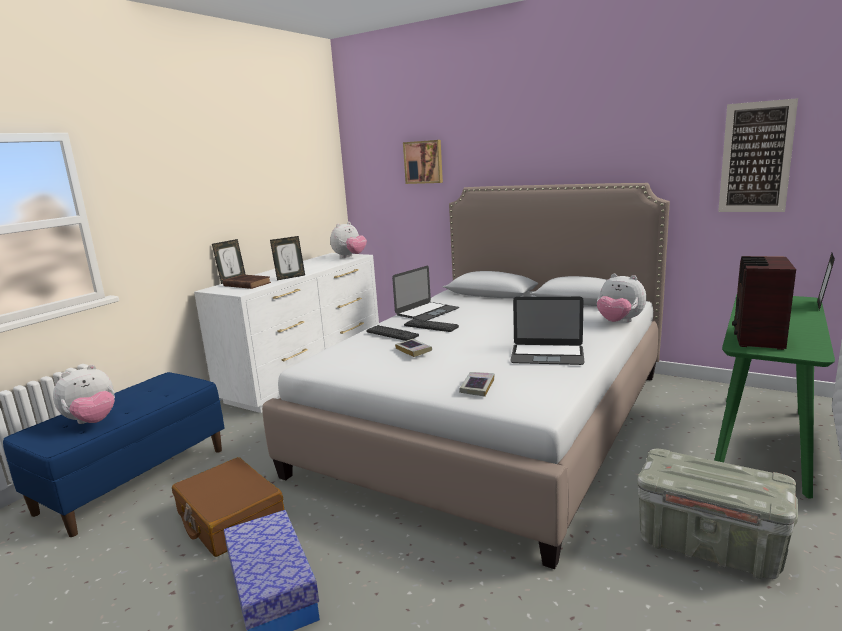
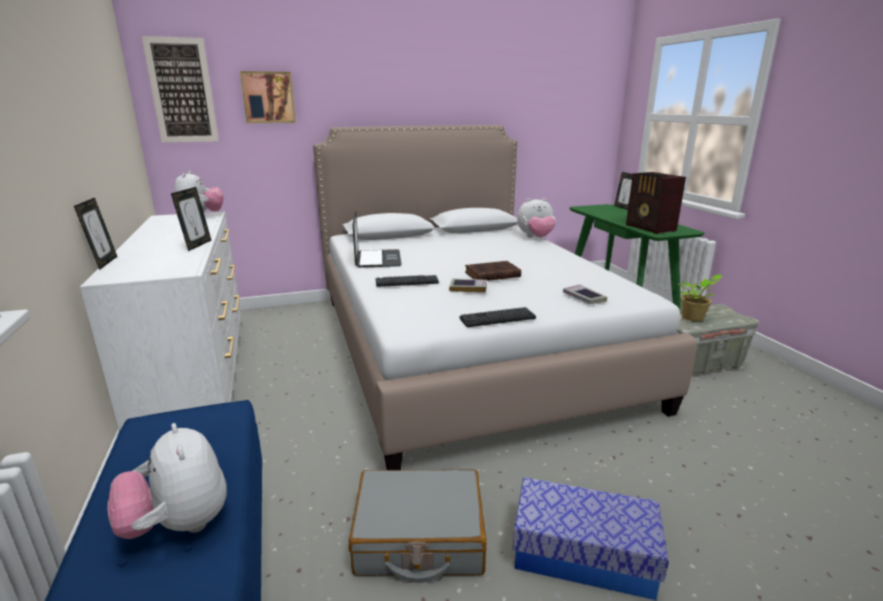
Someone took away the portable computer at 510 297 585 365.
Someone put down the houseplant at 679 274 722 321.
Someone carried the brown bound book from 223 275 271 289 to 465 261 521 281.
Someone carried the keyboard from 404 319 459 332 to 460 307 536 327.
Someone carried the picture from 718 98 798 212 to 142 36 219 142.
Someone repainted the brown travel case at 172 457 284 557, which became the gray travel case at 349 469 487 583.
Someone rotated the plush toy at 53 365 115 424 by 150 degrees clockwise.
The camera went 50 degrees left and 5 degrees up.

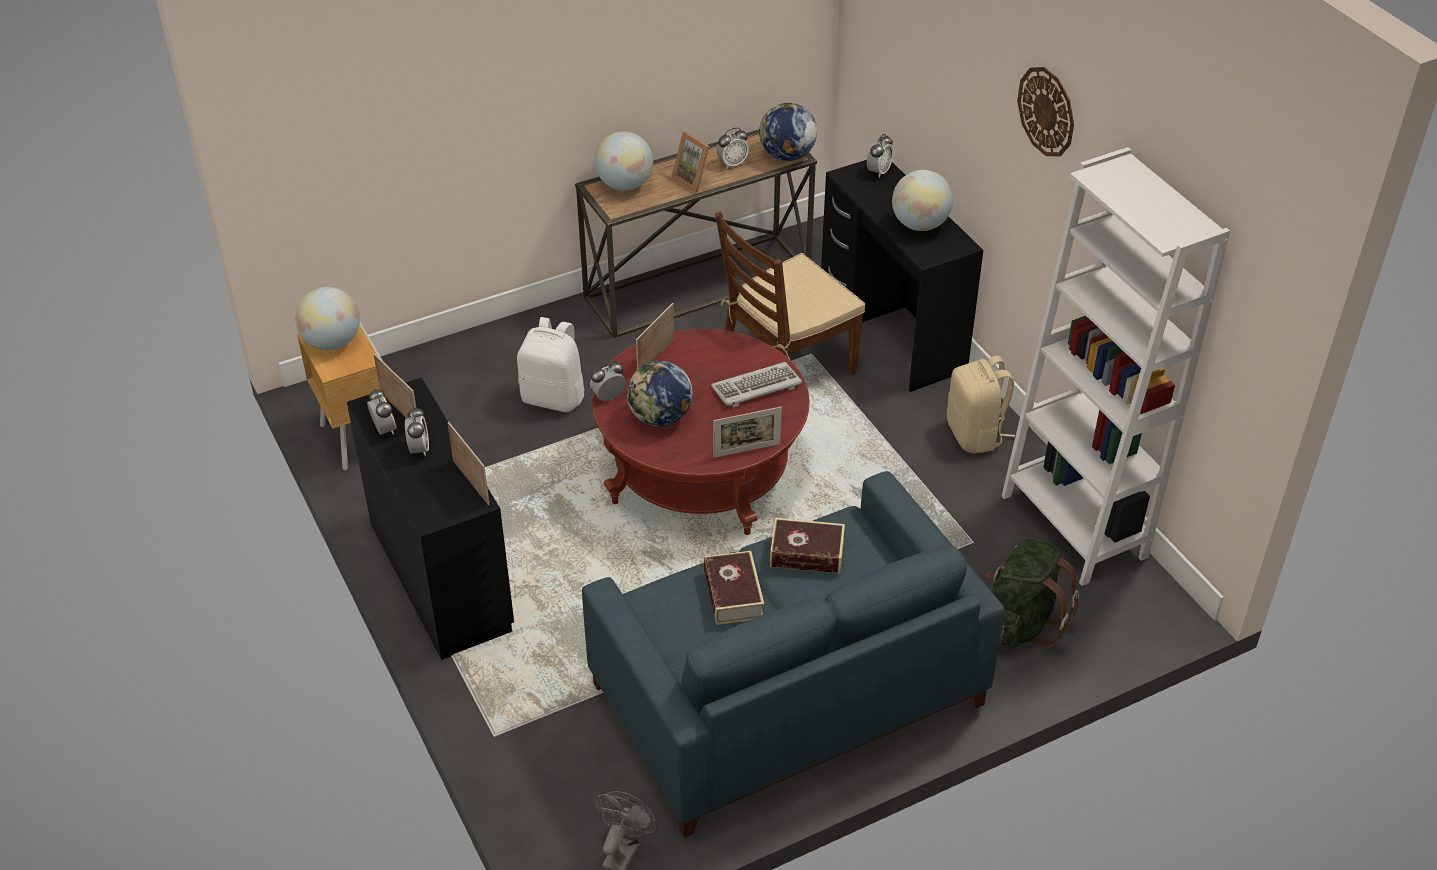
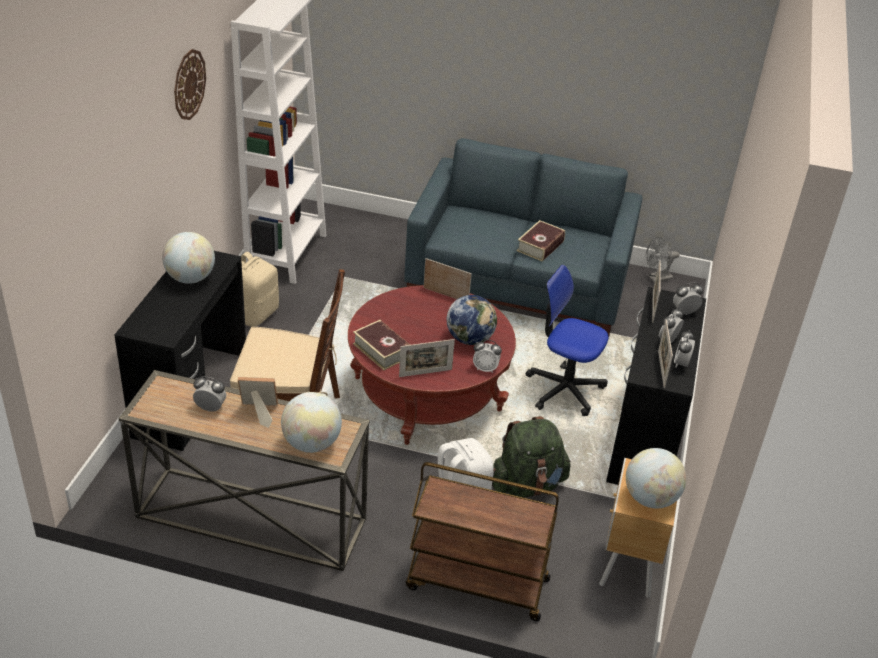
Someone took away the keyboard at 711 362 802 408.
Someone took away the desk globe at 759 103 817 161.
Someone put down the brown trolley at 406 462 559 621.
Someone put down the desk chair at 526 265 609 416.
Someone carried the bound book from 770 518 845 574 to 353 320 410 371.
Someone carried the alarm clock from 867 134 893 178 to 673 283 703 315.
Someone carried the greenish rucksack from 986 538 1079 648 to 492 416 571 498.
Someone rotated the standing frame at 671 131 710 193 by 90 degrees counterclockwise.
The camera went 140 degrees left and 5 degrees down.

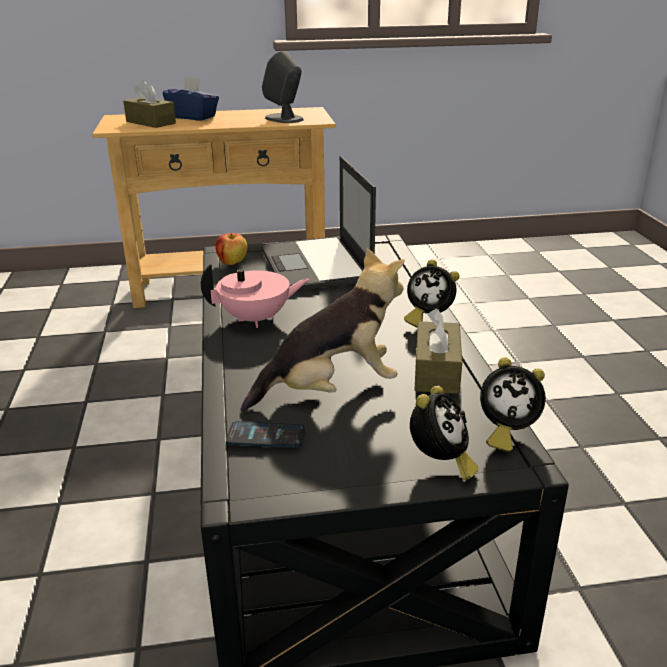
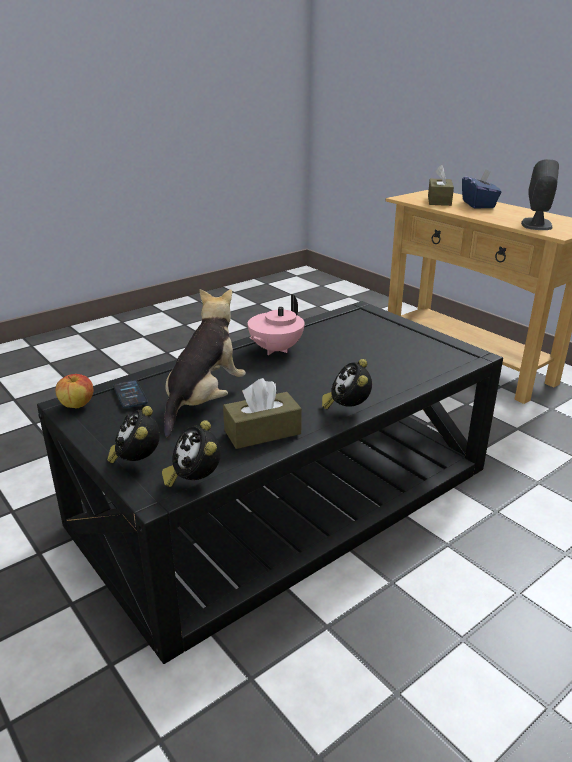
Someone took away the portable computer at 261 156 376 290.
Someone carried the apple fruit from 215 233 247 265 to 56 374 94 408.
Someone rotated the pinkish pot for tea at 201 264 309 328 by 75 degrees clockwise.
Someone rotated the plush toy at 240 248 405 412 by 105 degrees counterclockwise.
Someone rotated the alarm clock at 410 386 478 480 by 90 degrees clockwise.
The camera went 60 degrees right and 0 degrees up.

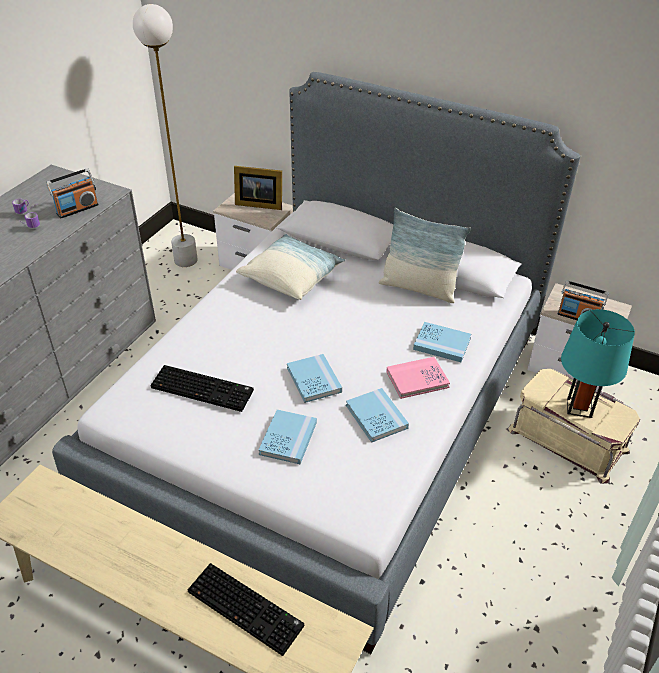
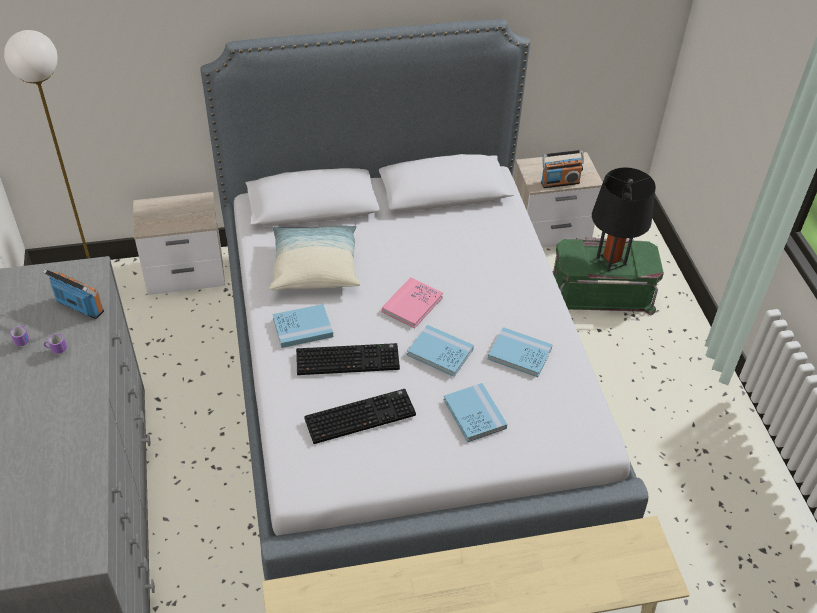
Someone took away the standing frame at 234 166 282 210.
Someone took away the pillow at 378 208 471 303.
Someone carried the keyboard from 188 563 304 656 to 296 343 400 375.
Someone carried the pinkish bound book from 386 357 450 399 to 382 277 443 329.
Someone carried the blue bound book from 413 322 471 362 to 273 304 333 348.
Someone repainted the beige-coloured storage box at 509 369 640 484, which became the greenish storage box at 553 237 664 315.
Someone repainted the turquoise-coloured lamp for a table at 561 309 635 418, which became the black lamp for a table at 592 167 656 271.
Someone rotated the radio at 46 168 99 218 by 75 degrees counterclockwise.
The camera went 40 degrees left and 5 degrees up.

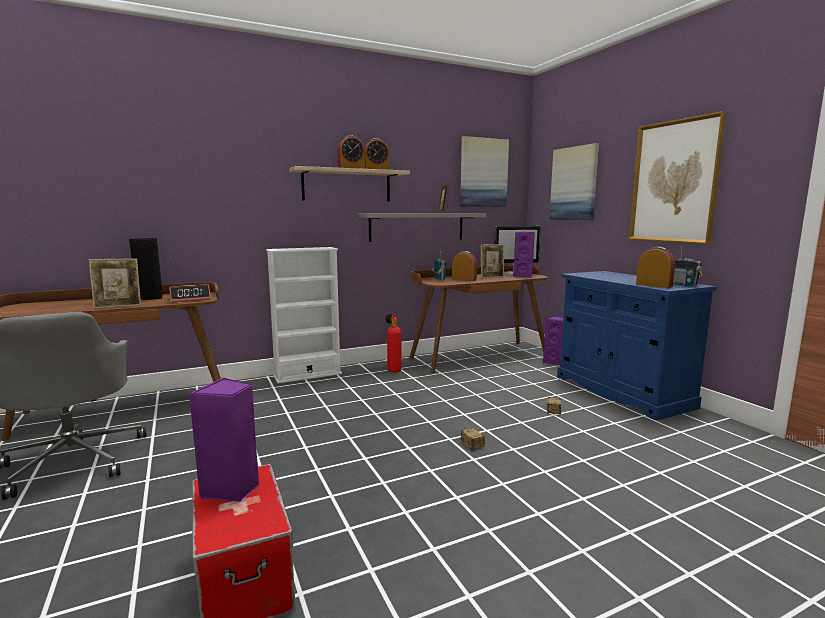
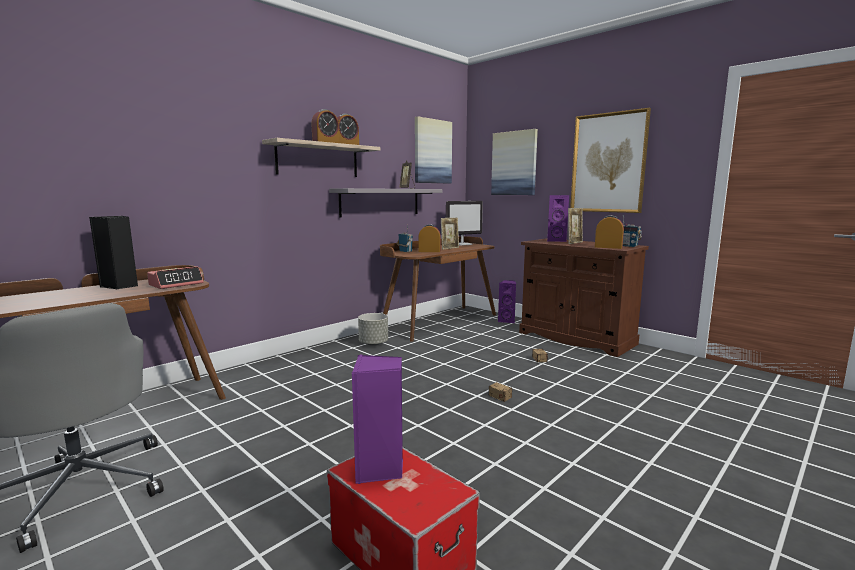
Someone took away the white shelving unit at 266 247 342 384.
Someone carried the standing frame from 89 258 141 309 to 568 208 583 244.
Someone carried the purplish loudspeaker from 513 232 535 278 to 547 195 569 242.
Someone swapped the fire-fighting cylinder at 385 314 402 373 for the gray planter at 358 313 388 346.
Someone repainted the blue storage cabinet at 557 271 716 420, which became the brown storage cabinet at 519 238 649 357.
The camera went 20 degrees left and 0 degrees up.

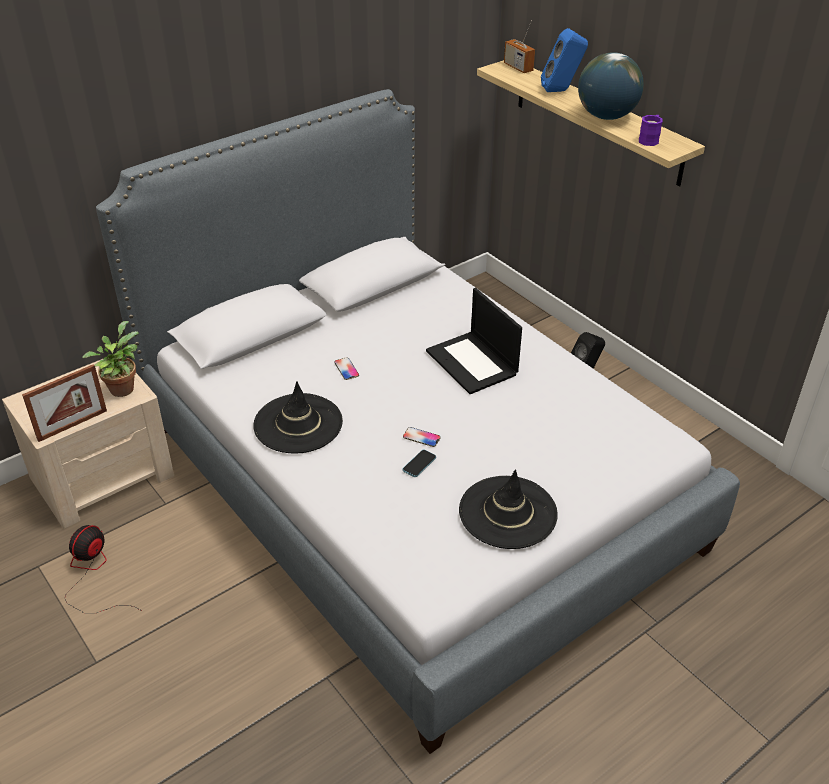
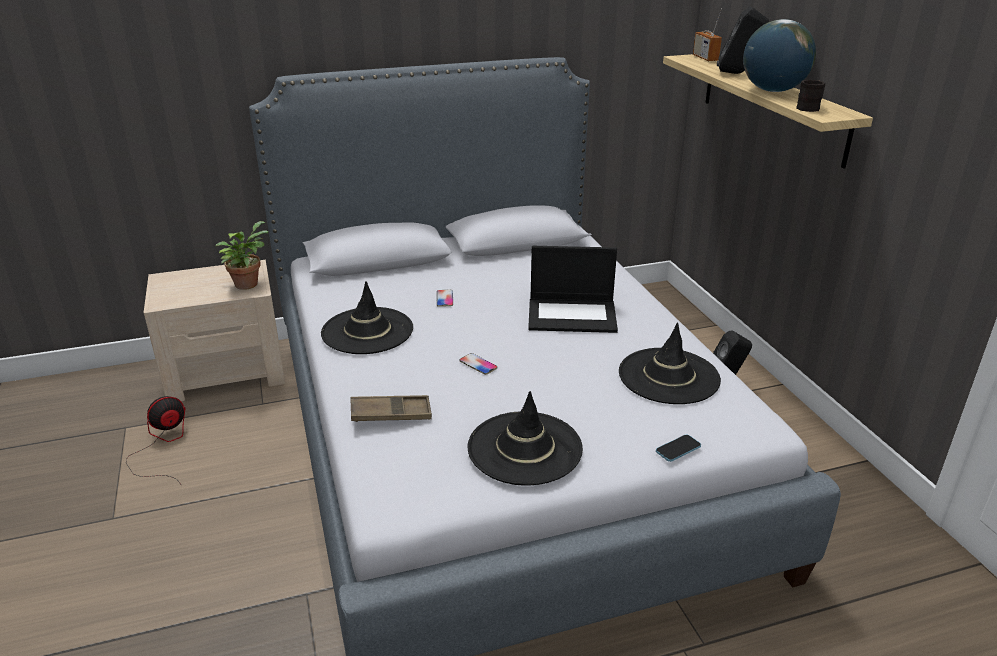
Someone took away the standing frame at 22 364 107 442.
Someone put down the brown serving tray at 350 395 432 422.
Someone put down the black wearable hat at 619 322 721 404.
Someone carried the telephone from 403 450 436 477 to 656 434 701 462.
Someone repainted the blue loudspeaker at 541 28 588 92, which became the black loudspeaker at 717 7 769 74.
Someone repainted the purplish coffee mug at 639 115 663 146, which became the black coffee mug at 796 80 825 112.
Someone rotated the portable computer at 426 288 522 394 by 75 degrees counterclockwise.
The camera went 20 degrees right and 10 degrees down.

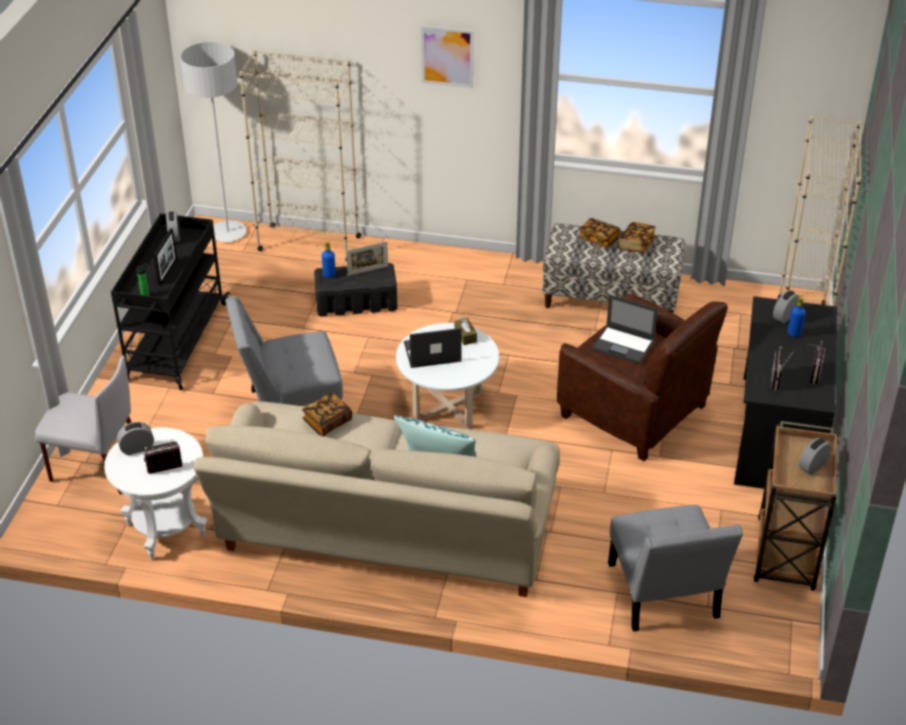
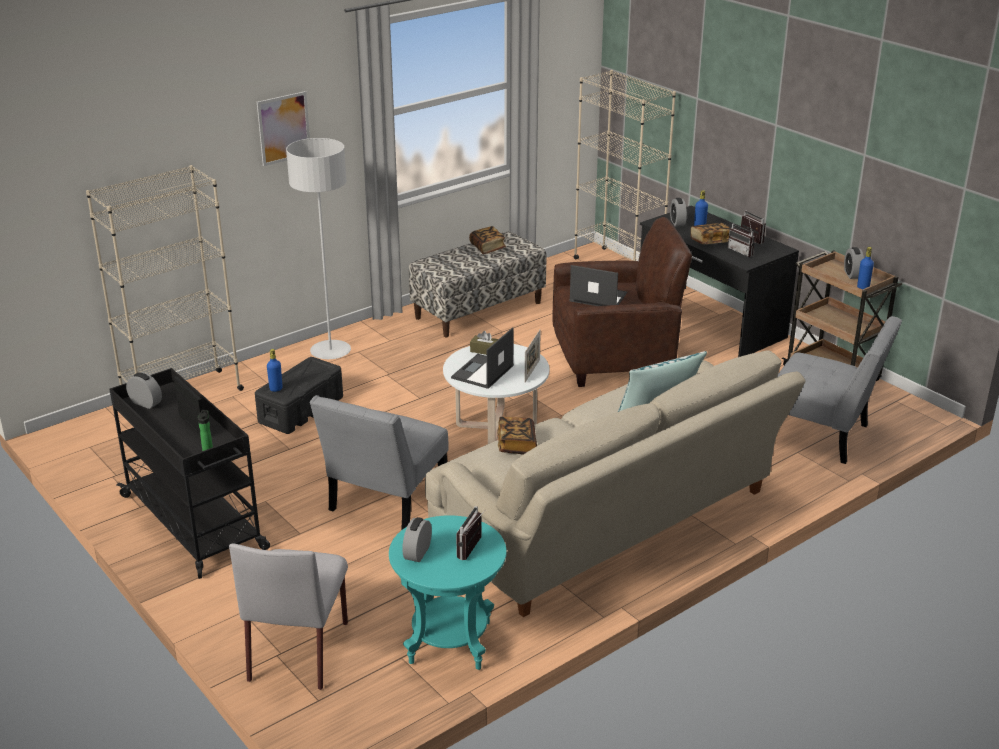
Someone put down the blue bottle at 857 247 874 289.
Someone carried the gray standing lamp from 180 42 247 242 to 286 138 351 359.
Someone carried the standing frame from 346 241 388 276 to 525 330 541 383.
Someone carried the bound book from 578 218 620 248 to 691 223 731 244.
Someone repainted the white end table at 104 427 207 560, which became the turquoise-coloured end table at 389 515 507 670.
Someone rotated the gray plain chair at 35 356 132 494 by 135 degrees clockwise.
Someone rotated the portable computer at 592 295 658 364 by 135 degrees counterclockwise.
The camera went 50 degrees left and 10 degrees down.

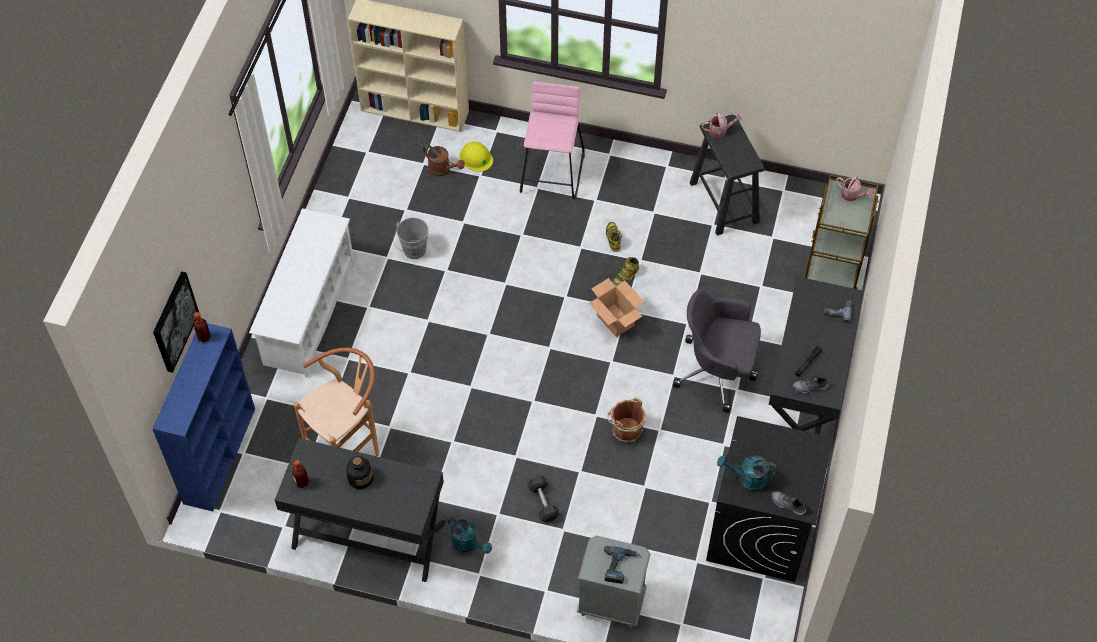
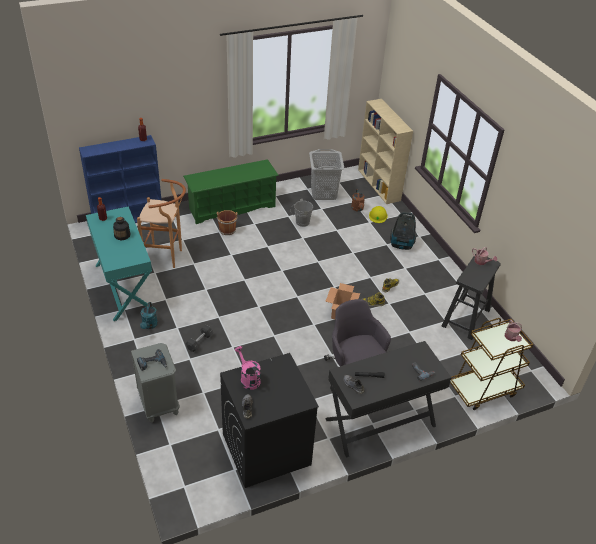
Someone took away the picture at 153 271 199 373.
Someone put down the gray laundry basket at 309 149 345 200.
Someone carried the brown water bucket from 607 397 646 443 to 217 210 238 235.
Someone swapped the pinkish sitting stool at 520 82 585 199 for the vacuum at 390 212 417 250.
Someone repainted the white shoe shelf at 249 208 354 377, which became the greenish shoe shelf at 183 159 279 224.
Someone repainted the black desk table at 275 438 446 582, which became the turquoise-coloured desk table at 86 206 157 321.
Someone repainted the turquoise-coloured sprinkling can at 717 456 777 492, which became the pinkish sprinkling can at 235 346 261 390.
The camera went 50 degrees right and 15 degrees down.

